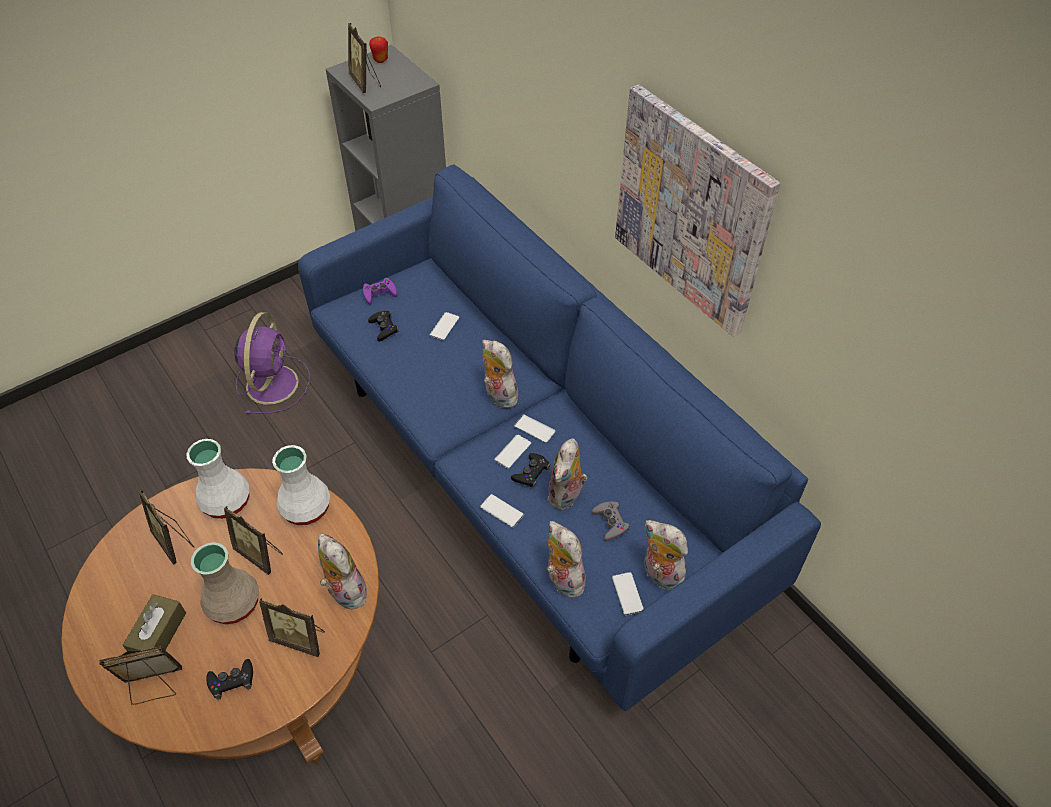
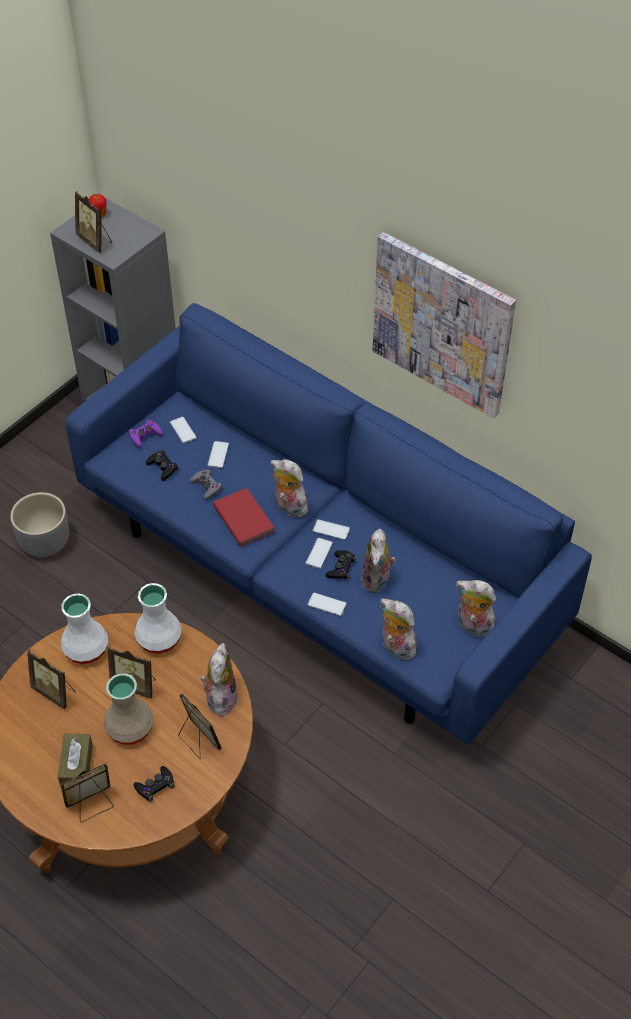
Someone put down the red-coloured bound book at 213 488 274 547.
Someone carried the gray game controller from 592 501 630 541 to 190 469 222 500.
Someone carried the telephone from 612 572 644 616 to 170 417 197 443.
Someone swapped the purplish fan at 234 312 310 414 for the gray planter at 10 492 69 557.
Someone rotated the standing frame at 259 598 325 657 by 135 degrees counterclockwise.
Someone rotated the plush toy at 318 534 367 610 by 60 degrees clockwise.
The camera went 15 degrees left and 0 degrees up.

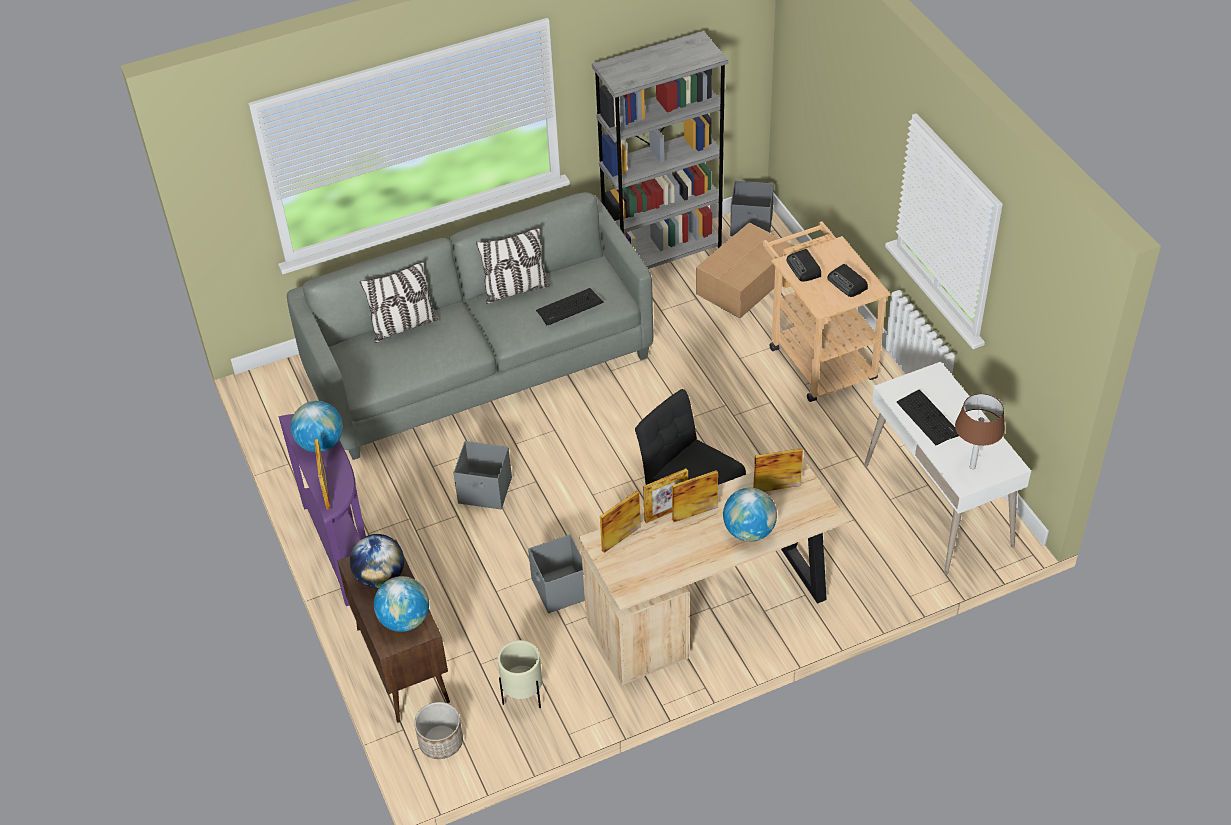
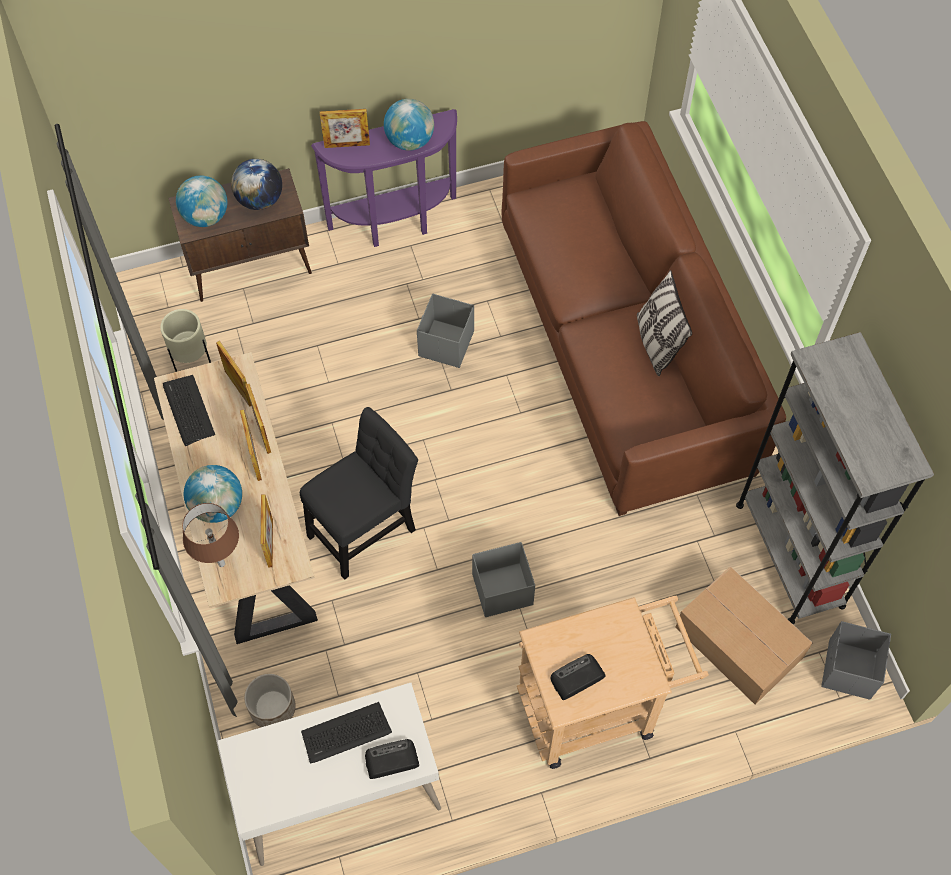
Someone took away the pillow at 360 261 438 343.
Someone carried the planter from 414 702 463 759 to 244 674 296 727.
Someone carried the gray storage box from 528 534 585 613 to 472 542 535 617.
Someone carried the keyboard from 536 288 603 326 to 163 375 215 446.
Someone carried the radio from 786 249 821 282 to 365 739 419 779.
Someone carried the brown lamp for a table from 955 393 1005 469 to 182 503 239 567.
Someone repainted the gray sofa at 287 192 653 460, which became the brown sofa at 502 121 786 516.
The camera went 95 degrees right and 15 degrees up.

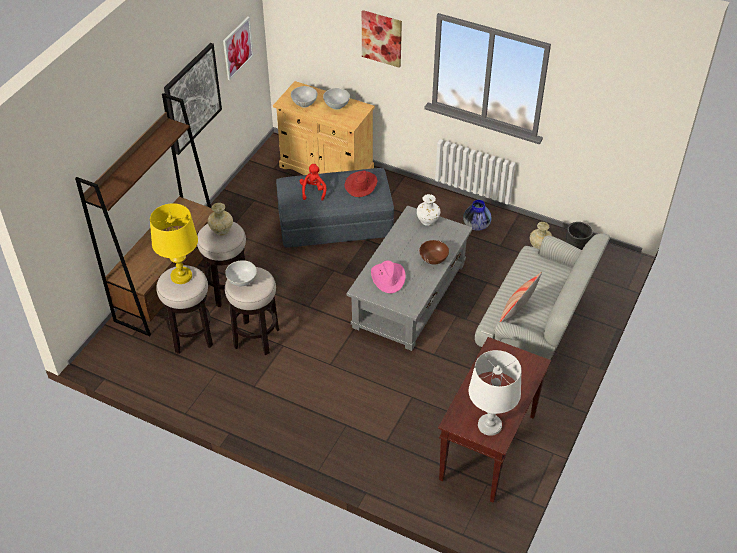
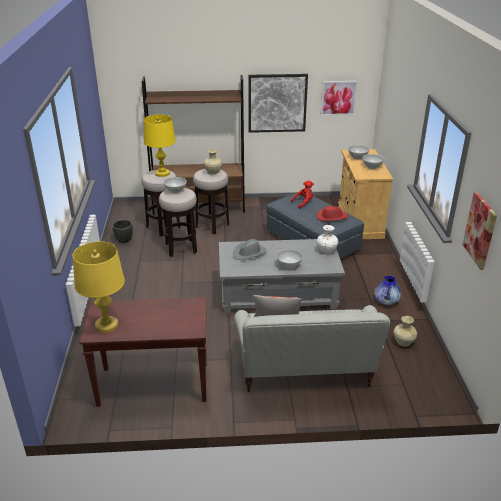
Someone carried the picture from 362 10 402 68 to 462 192 497 270.
Someone carried the black planter from 566 222 593 250 to 112 220 133 243.
Someone repainted the pinkish wearable hat at 371 261 406 293, which became the gray wearable hat at 233 239 266 260.
Someone repainted the brown deep dish at 419 240 449 265, which became the white deep dish at 276 249 303 269.
Someone repainted the white lamp for a table at 469 350 522 436, which became the yellowish lamp for a table at 72 241 125 333.
The camera went 60 degrees right and 15 degrees down.

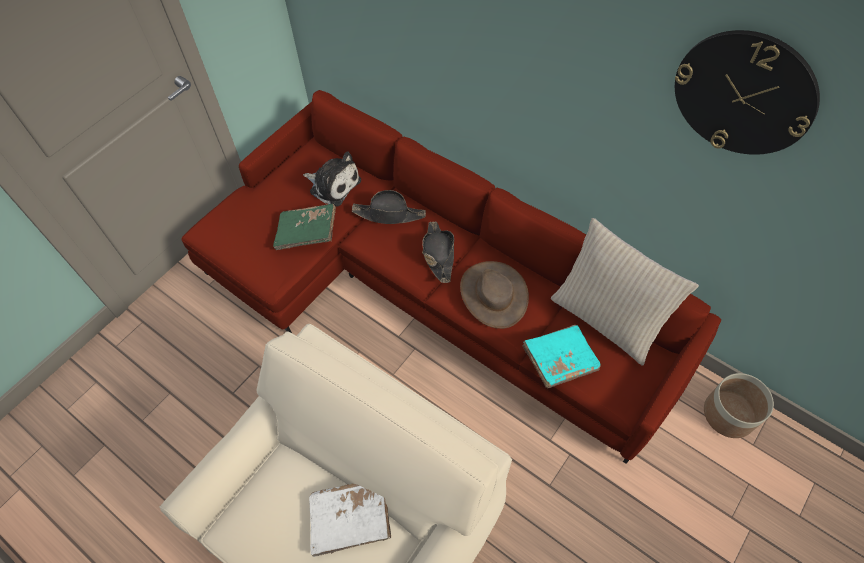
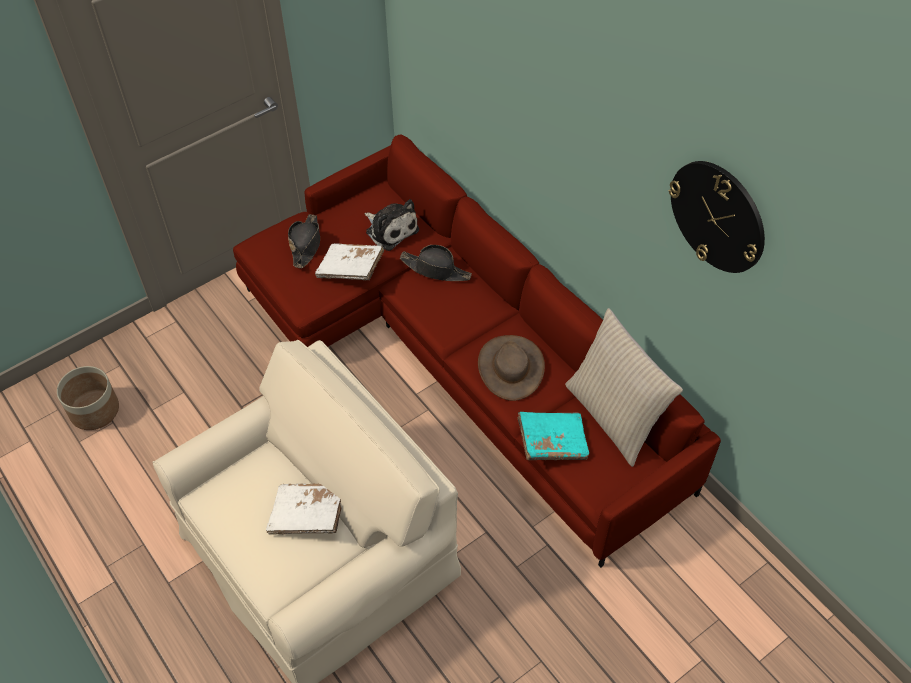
Someone carried the black wearable hat from 422 222 454 283 to 288 214 320 268.
Someone carried the planter from 704 373 774 438 to 57 366 119 430.
Someone repainted the greenish bound book at 273 204 336 250, which became the white bound book at 315 243 384 280.
The camera went 15 degrees right and 5 degrees down.

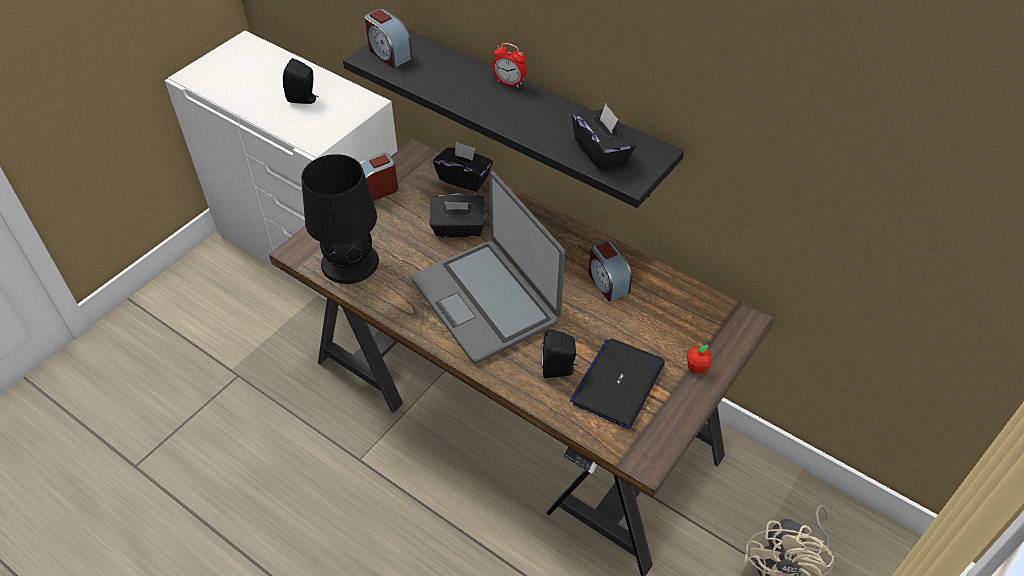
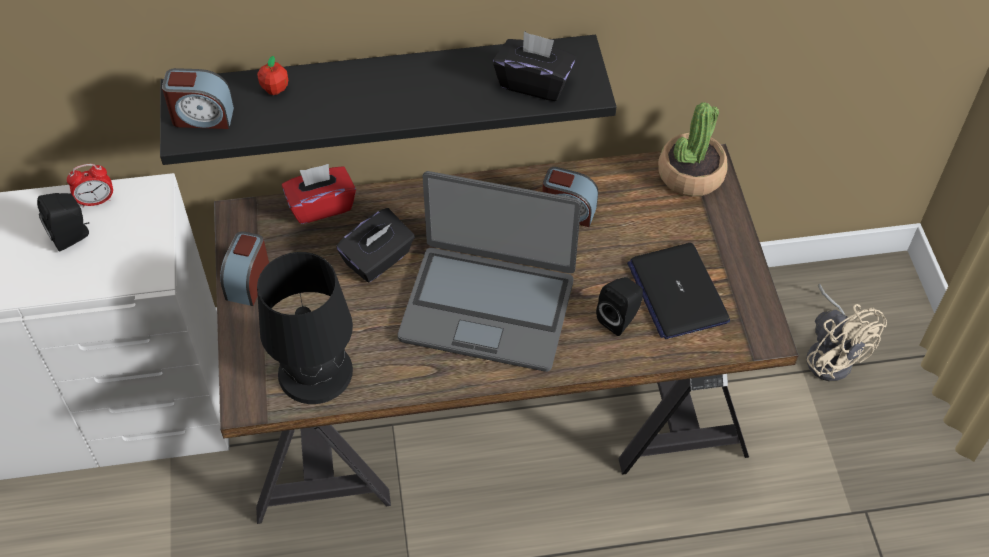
Someone put down the houseplant at 658 102 728 197.
Someone carried the alarm clock from 493 43 527 88 to 67 164 113 208.
Someone carried the apple fruit from 687 345 712 373 to 257 56 288 95.
Someone repainted the black tissue box at 433 141 493 192, which became the red-coloured tissue box at 282 164 356 224.
The camera went 45 degrees left and 5 degrees up.

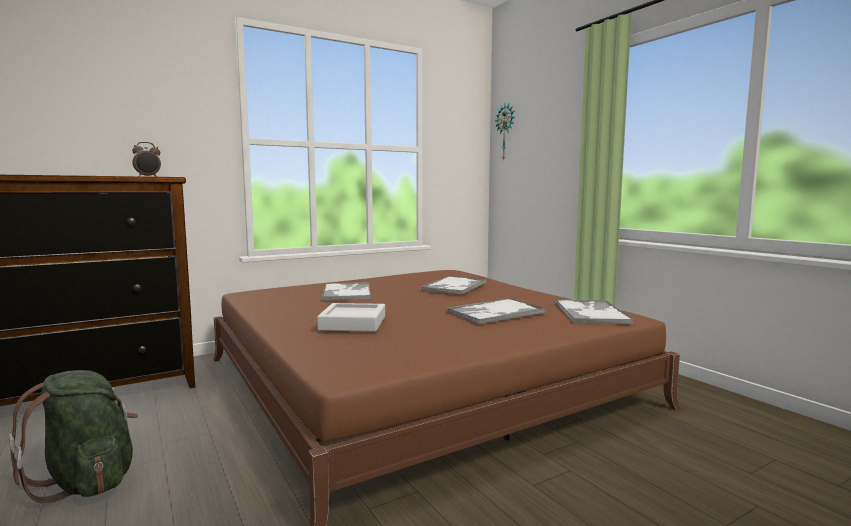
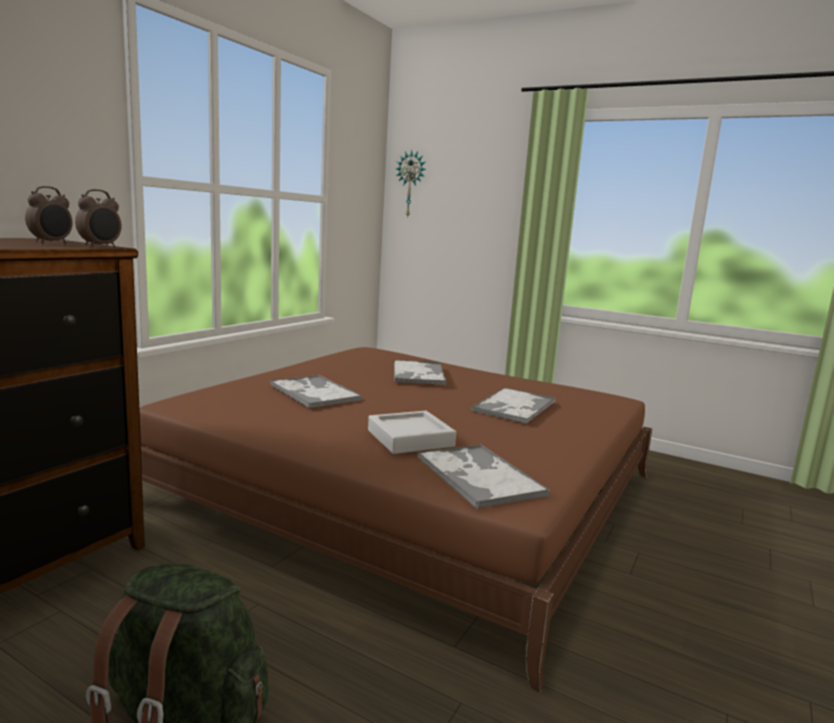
Someone put down the alarm clock at 75 189 122 247.
Someone carried the serving tray from 556 300 633 324 to 418 444 550 509.
The camera went 30 degrees left and 5 degrees up.

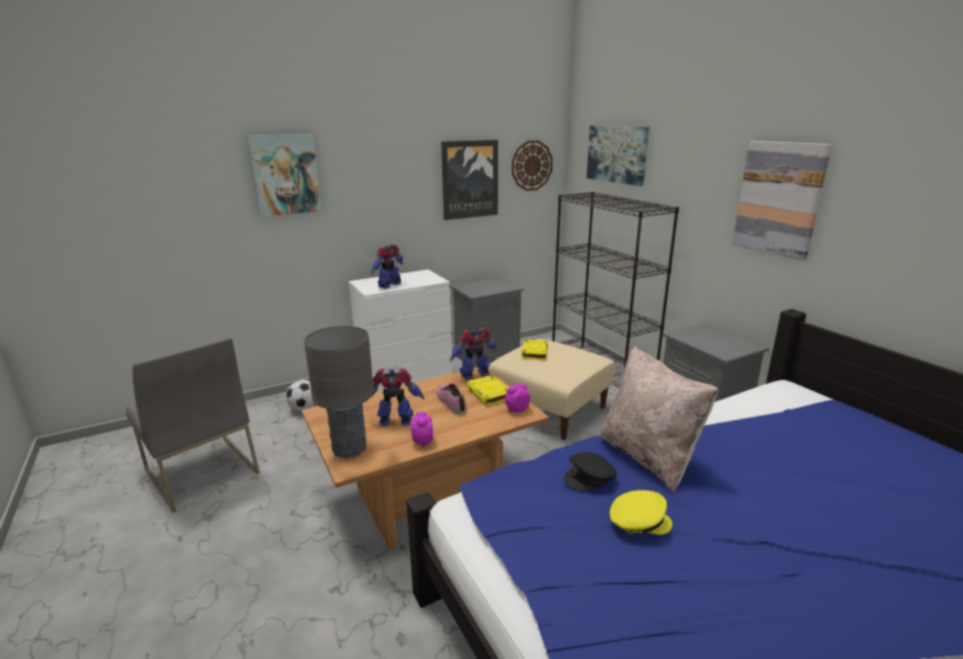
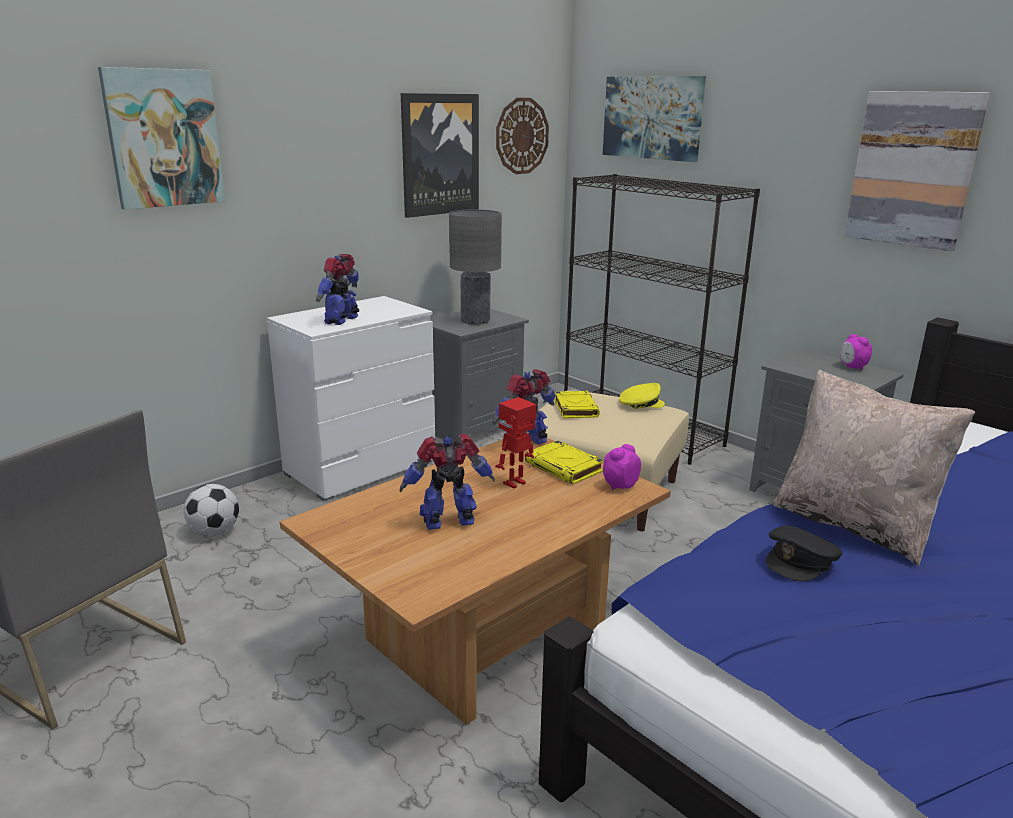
Someone carried the gray lamp for a table from 304 326 374 459 to 449 209 502 325.
Someone carried the alarm clock from 411 411 433 448 to 840 334 872 370.
Someone carried the yellowish baseball cap from 610 490 672 535 to 619 383 665 409.
Someone swapped the item of footwear at 436 383 467 414 for the toy robot at 495 397 537 488.
The camera went 15 degrees left and 0 degrees up.

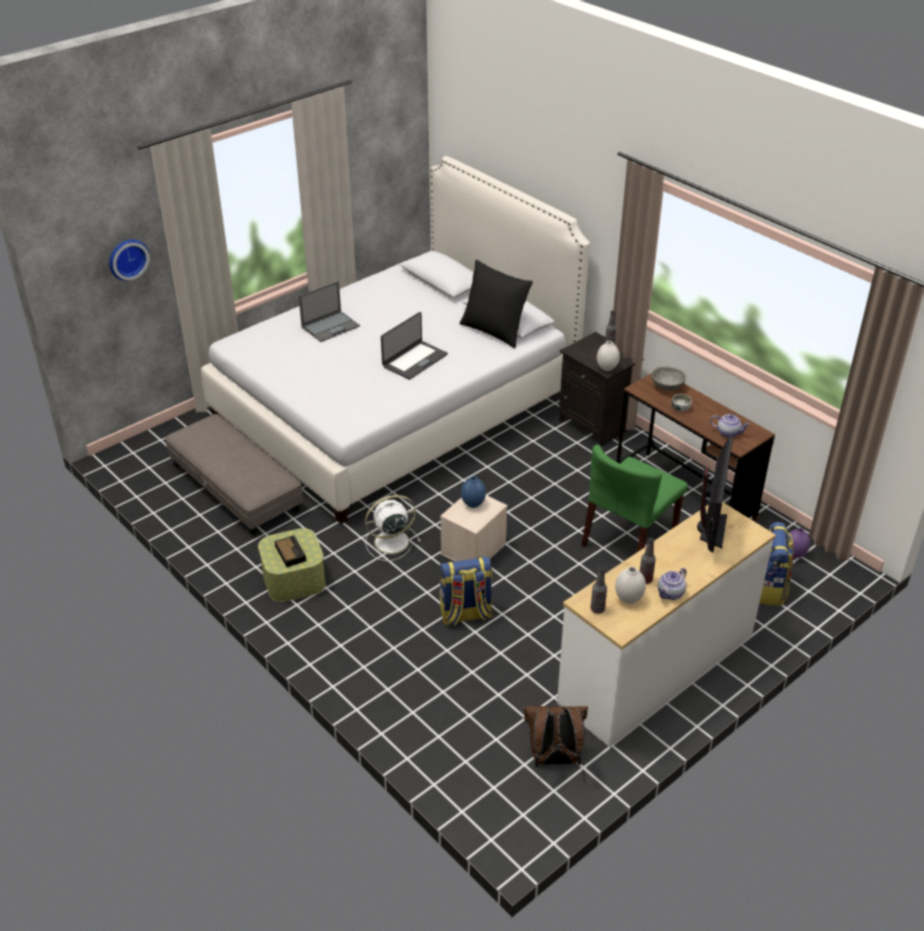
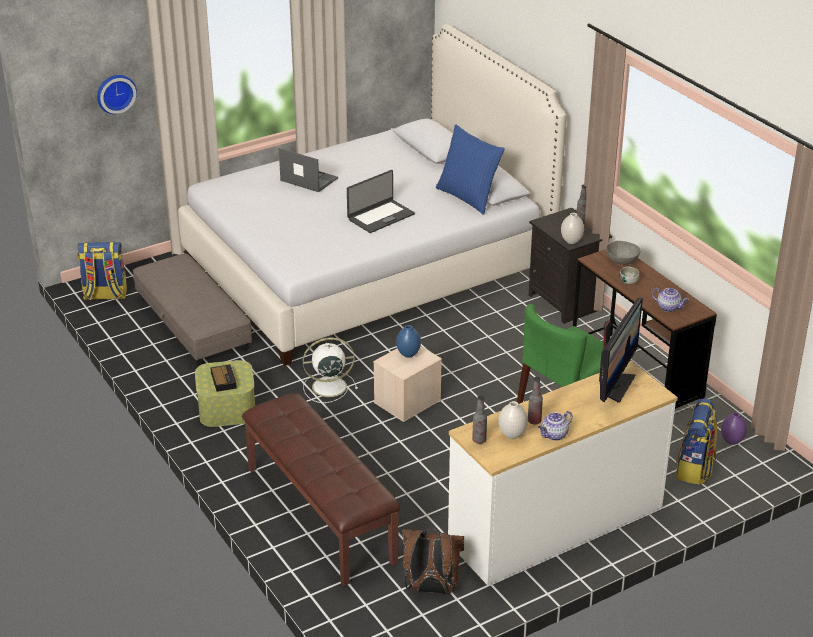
Someone put down the brown long seat at 242 393 400 586.
Someone carried the rucksack from 439 557 492 626 to 78 242 127 300.
Someone repainted the black pillow at 460 260 533 348, which became the blue pillow at 436 124 505 215.
Someone rotated the portable computer at 299 281 360 342 by 120 degrees counterclockwise.
The camera went 10 degrees right and 5 degrees down.

